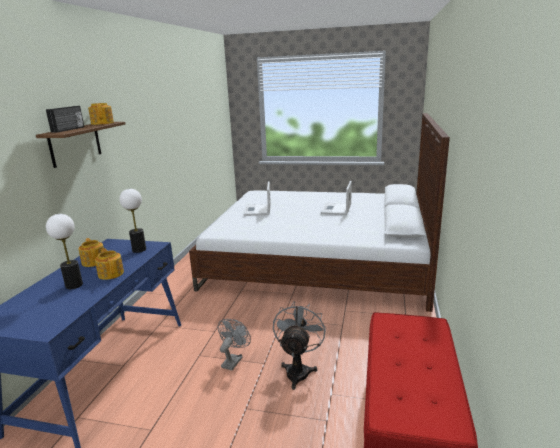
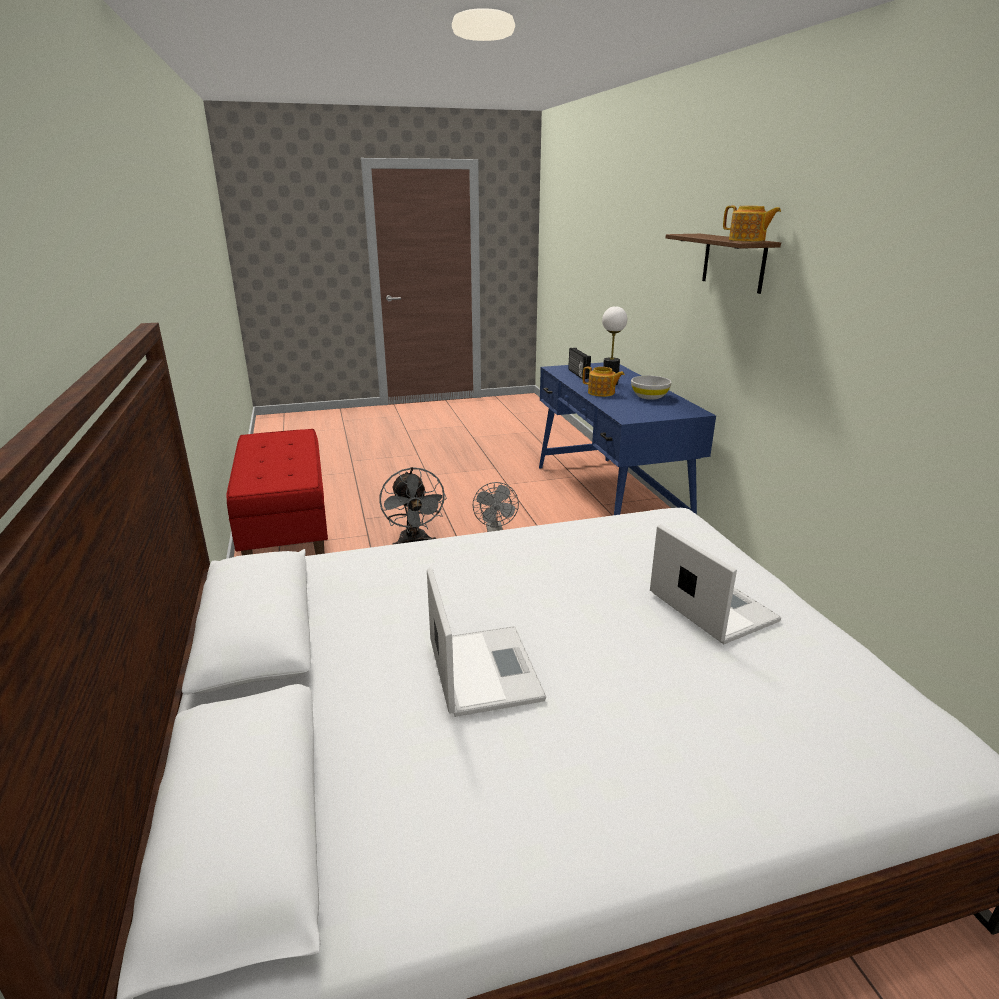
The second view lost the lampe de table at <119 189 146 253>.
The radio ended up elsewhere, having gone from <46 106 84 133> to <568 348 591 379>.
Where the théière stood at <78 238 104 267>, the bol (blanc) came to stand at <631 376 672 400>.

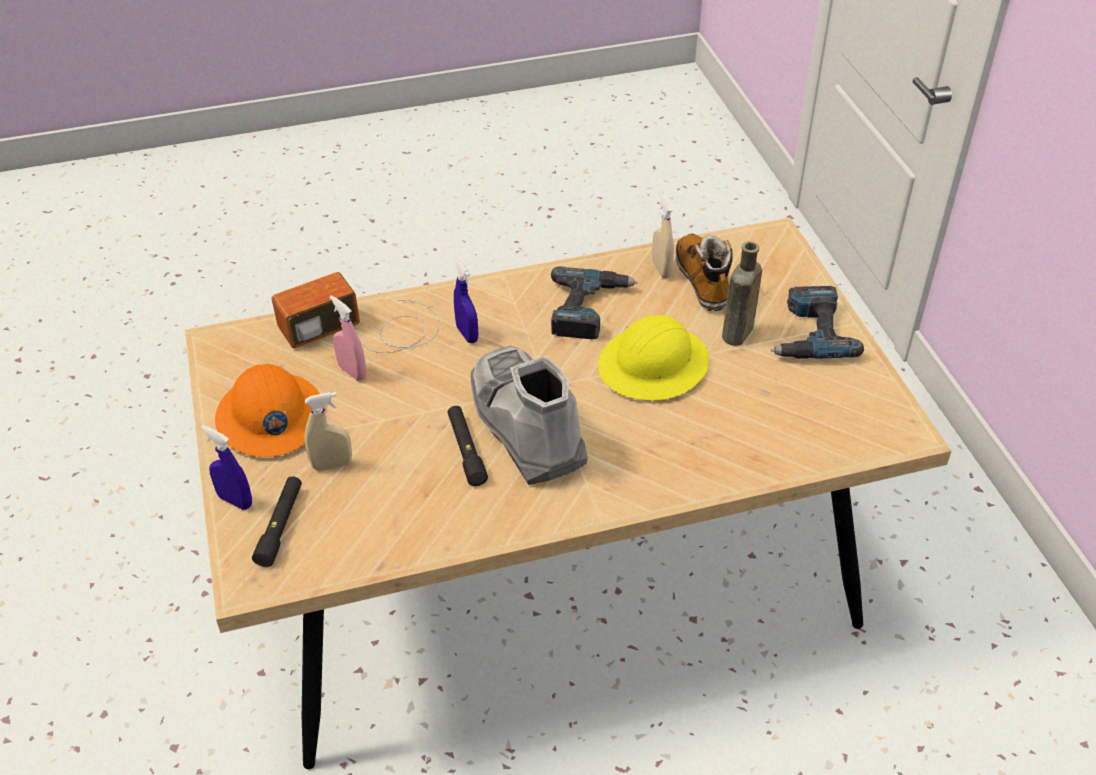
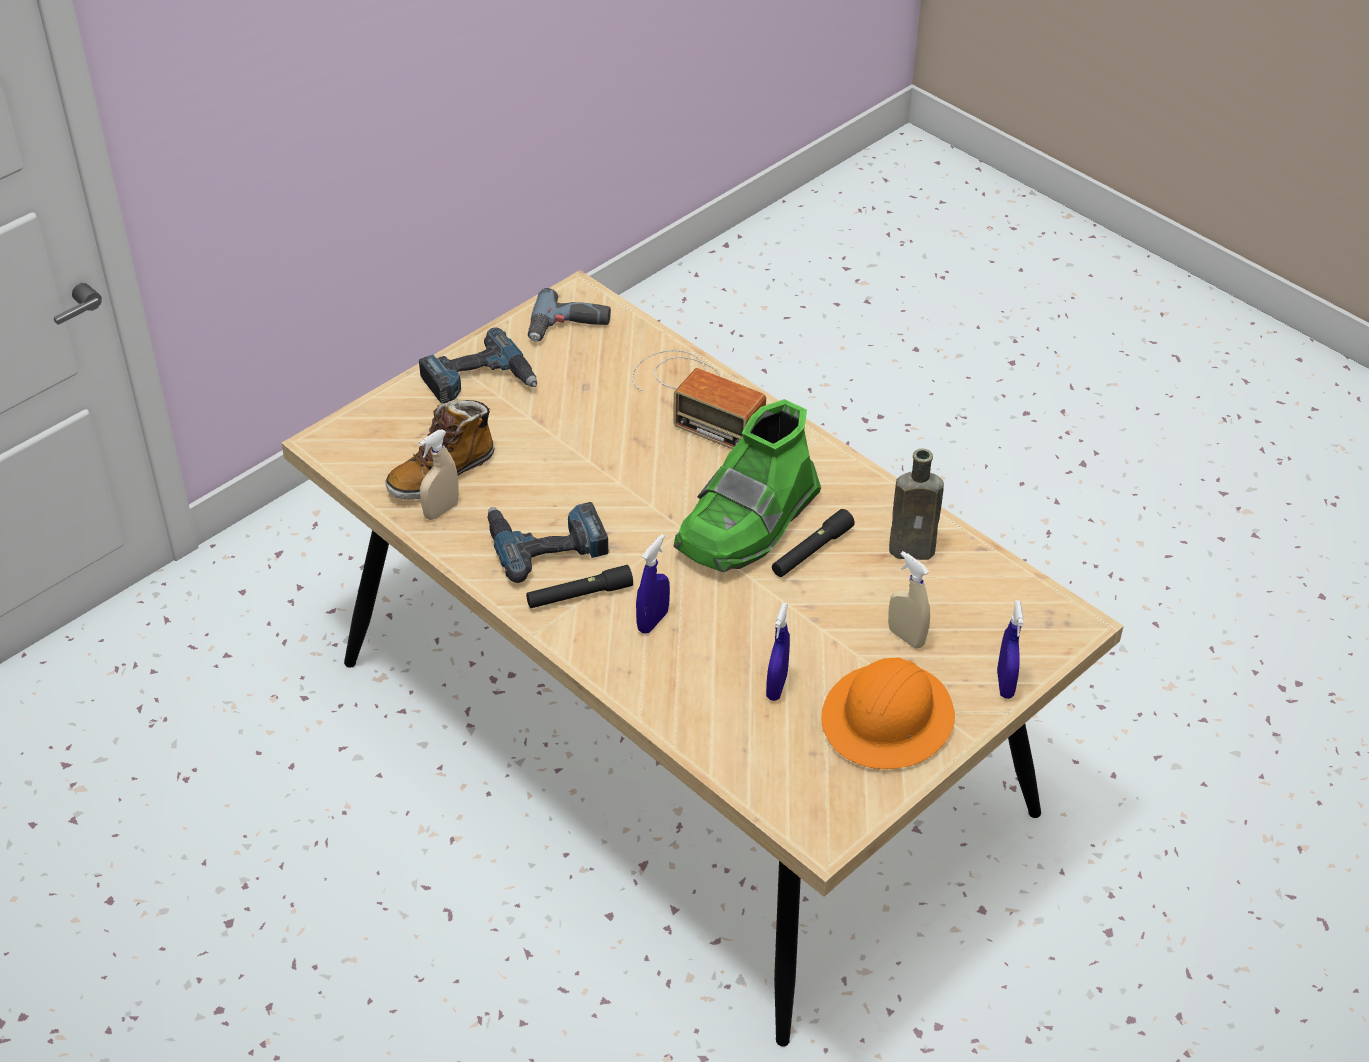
The second view lost the casque de chantier (jaune) at <598 315 709 401>.
The second view gained the perceuse at <528 288 611 342>.
The lampe de poche (noir) ended up elsewhere, having gone from <252 476 302 567> to <526 565 633 608>.
The radio ended up elsewhere, having gone from <272 272 439 353> to <632 350 766 449>.
The bouteille (marron) ended up elsewhere, having gone from <722 241 762 346> to <889 449 944 560>.
What was the vaporisateur (rose) at <330 295 366 381> turned into the vaporisateur (bleu) at <766 603 790 701>.
What was the botte (gris) at <471 346 588 485> turned into the botte (vert) at <674 399 821 572>.

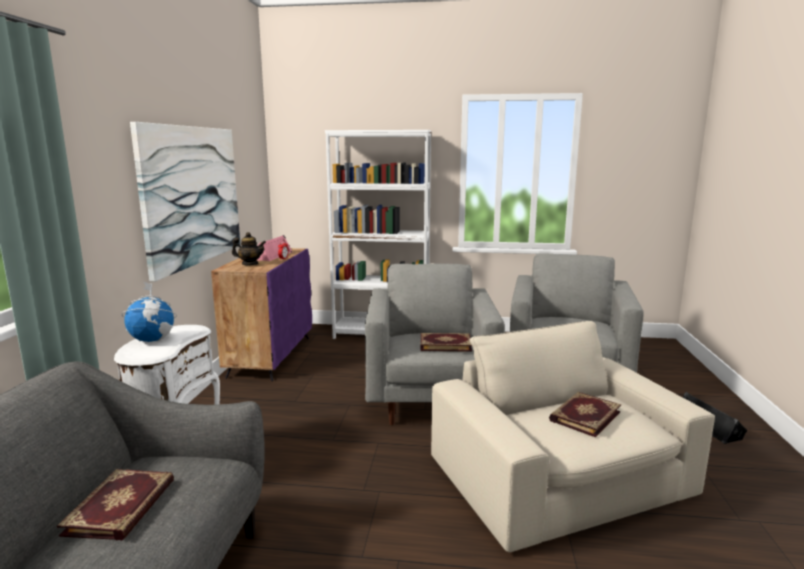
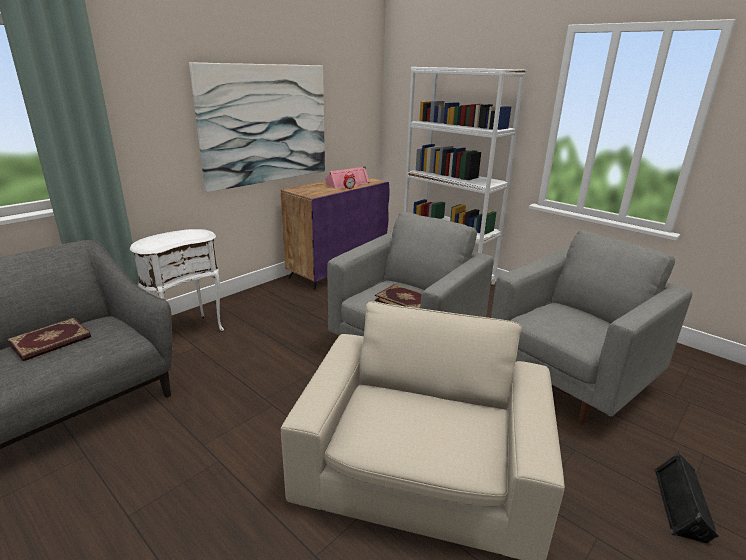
The second view lost the globe at <121 282 177 342>.
The second view lost the théière at <232 232 266 265>.
The second view lost the livre at <549 392 621 437>.

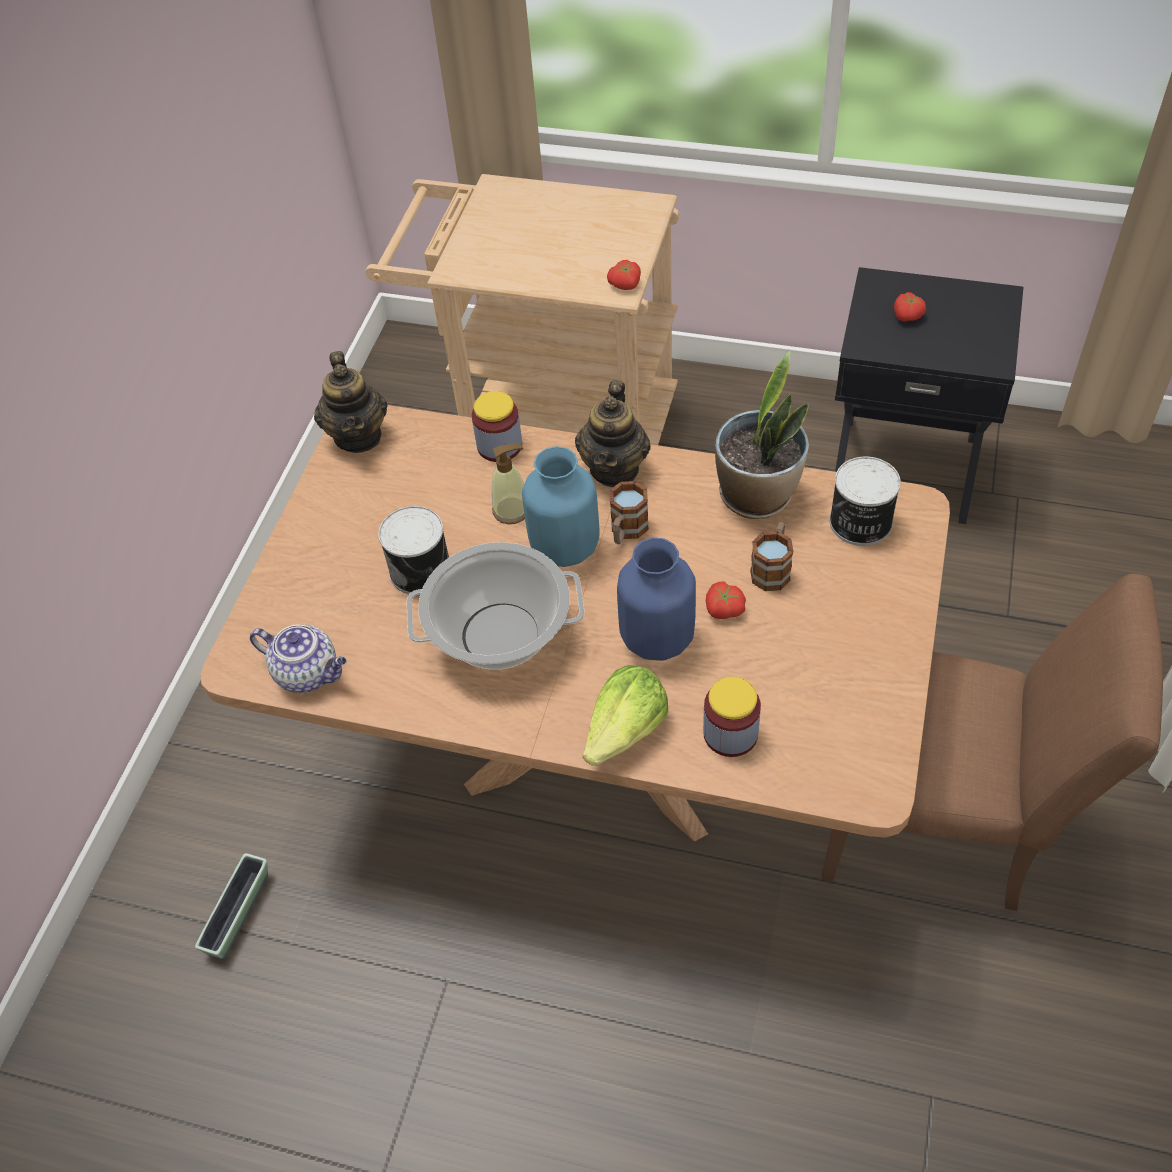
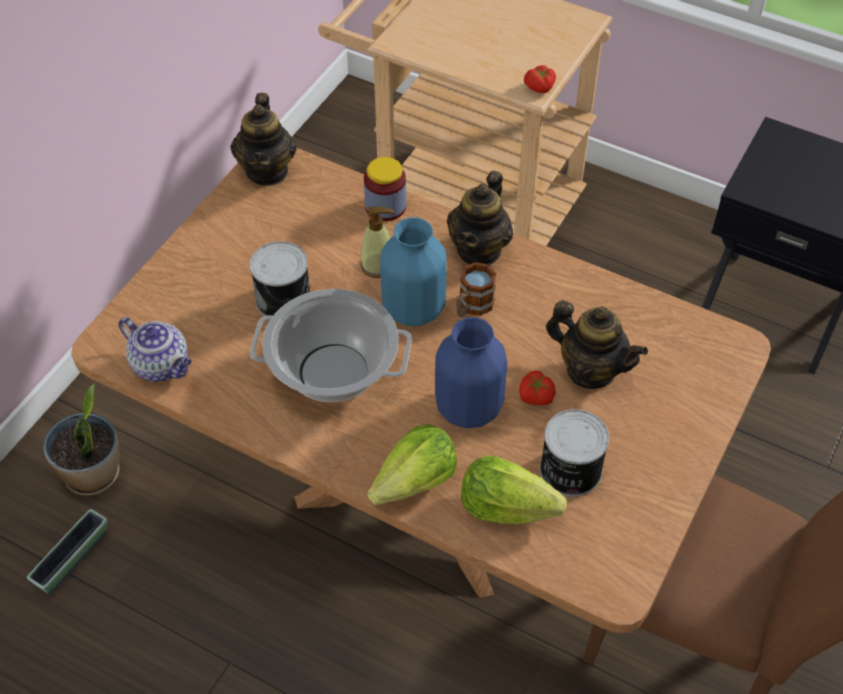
The second view lost the tomate at <894 292 926 322>.
The plante en pot ended up elsewhere, having gone from <715 351 809 519> to <43 384 120 495>.
The boîte métallique ended up elsewhere, having gone from <829 457 901 546> to <540 409 609 497>.
Where the bocal stood at <703 677 761 757>, the laitue came to stand at <461 455 567 524>.
Where the mug stood at <750 522 794 591>, the théière came to stand at <546 300 648 389>.

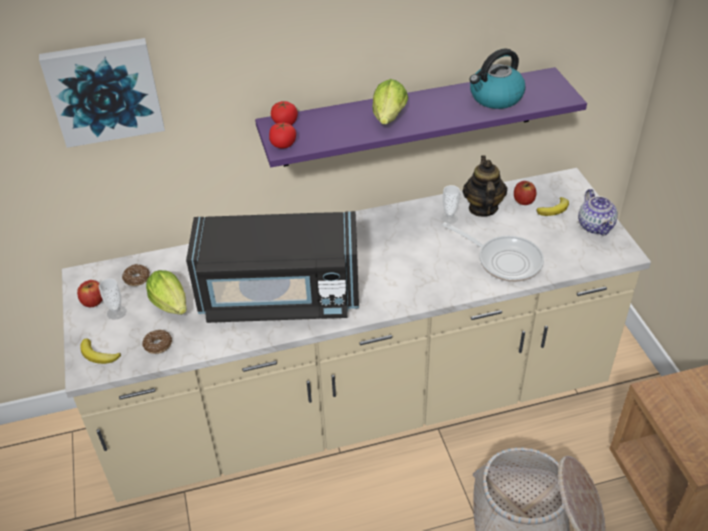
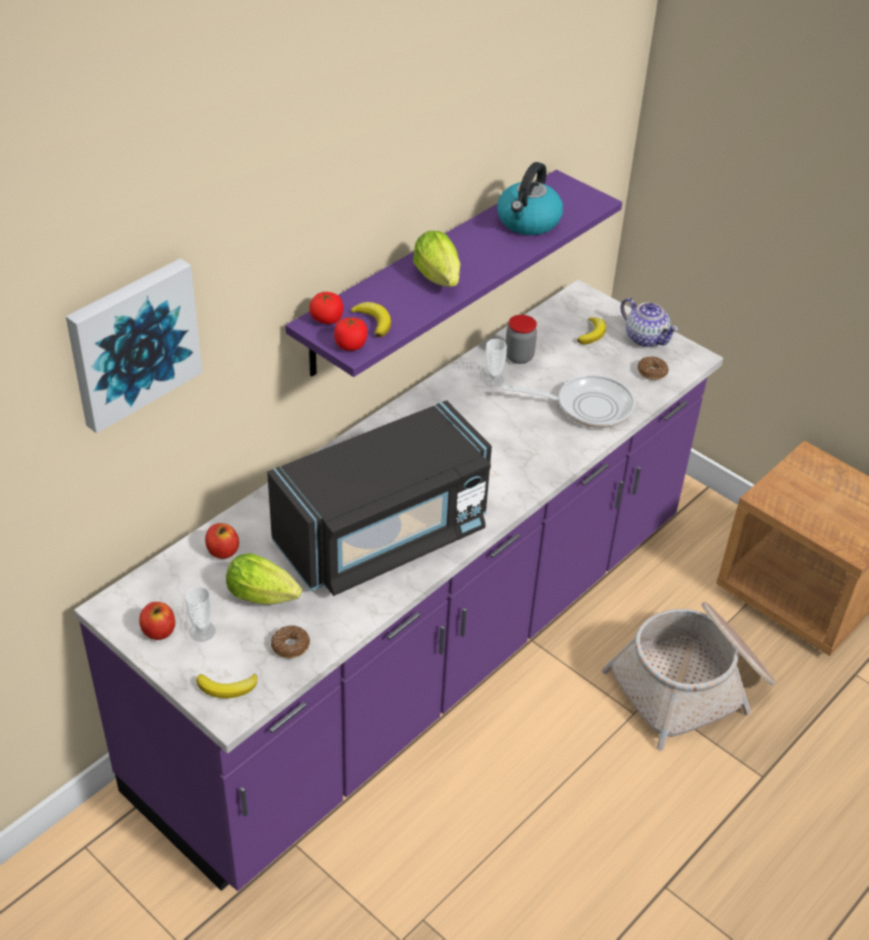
The second view gained the banane at <351 302 391 337>.
The beignet ended up elsewhere, having gone from <122 264 150 286> to <638 356 669 380>.
The pomme ended up elsewhere, having gone from <514 181 537 205> to <205 523 239 559>.
Where the théière stood at <463 156 508 217>, the bocal came to stand at <505 315 537 364>.
What was the comptoir de cuisine (beige) at <62 168 651 502> turned into the comptoir de cuisine (violet) at <74 280 723 891>.

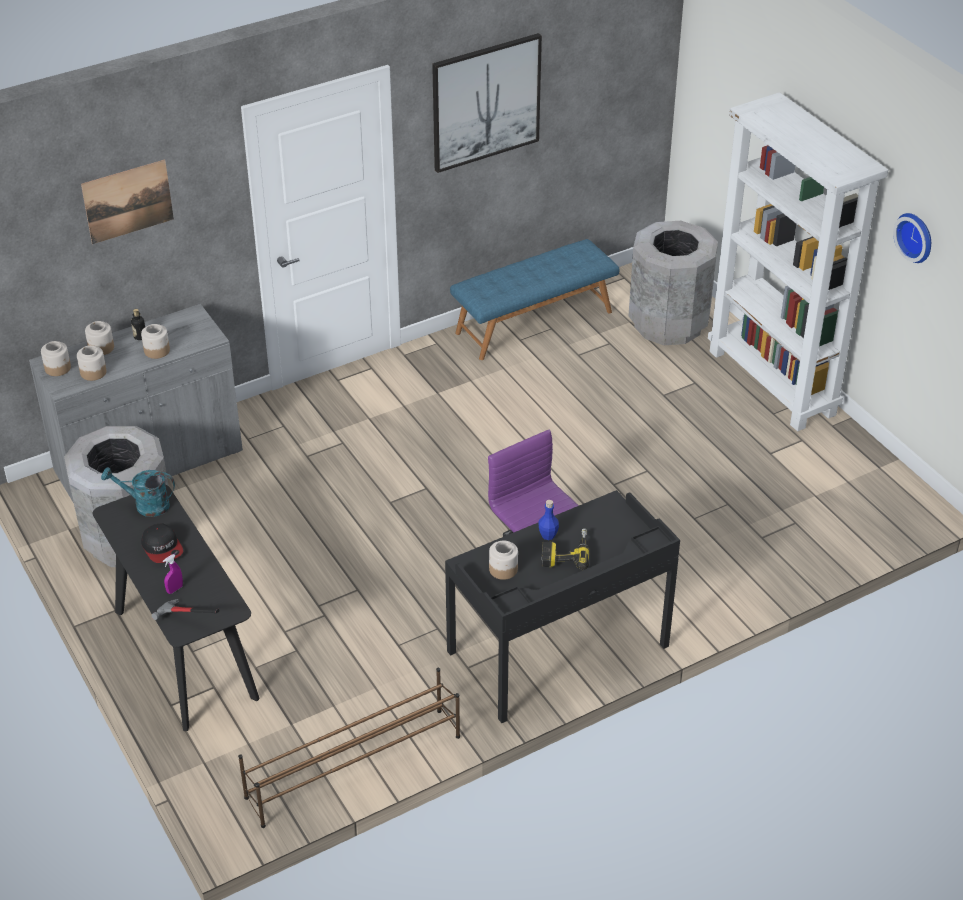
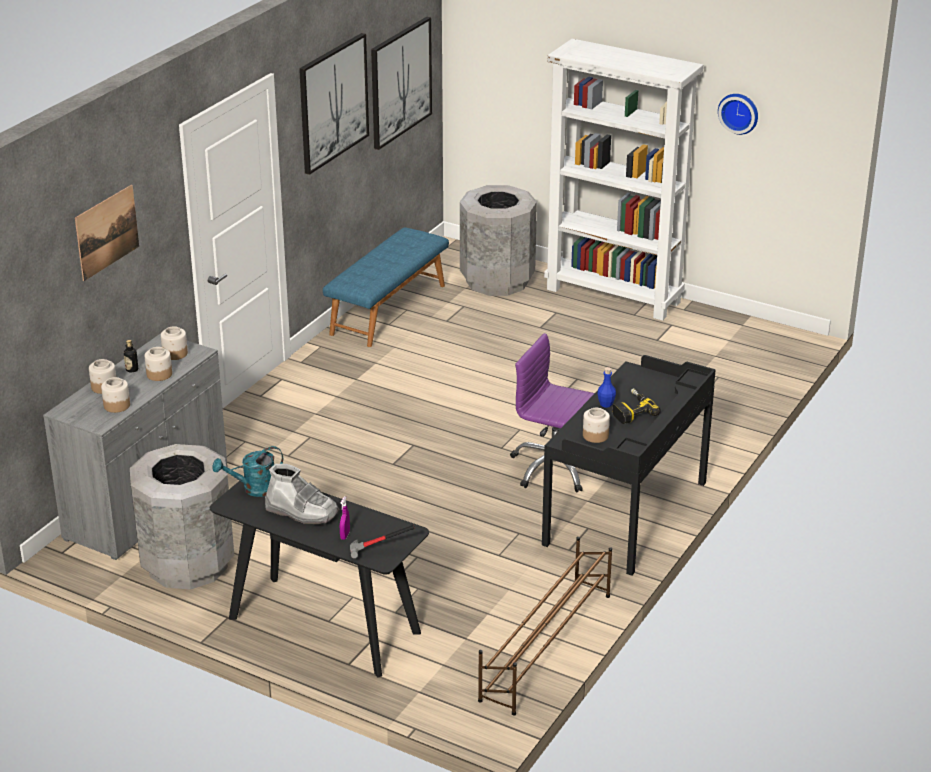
The second view gained the tableau at <371 17 432 150>.
The bocal ended up elsewhere, having gone from <41 341 71 376> to <161 326 188 360>.
Where the casquette stood at <141 523 183 563>, the botte (gris) came to stand at <265 464 339 524>.

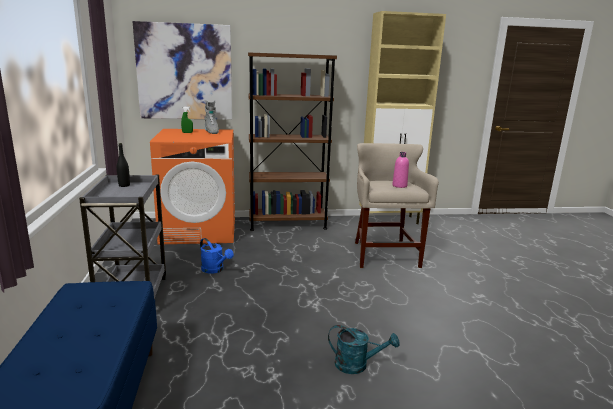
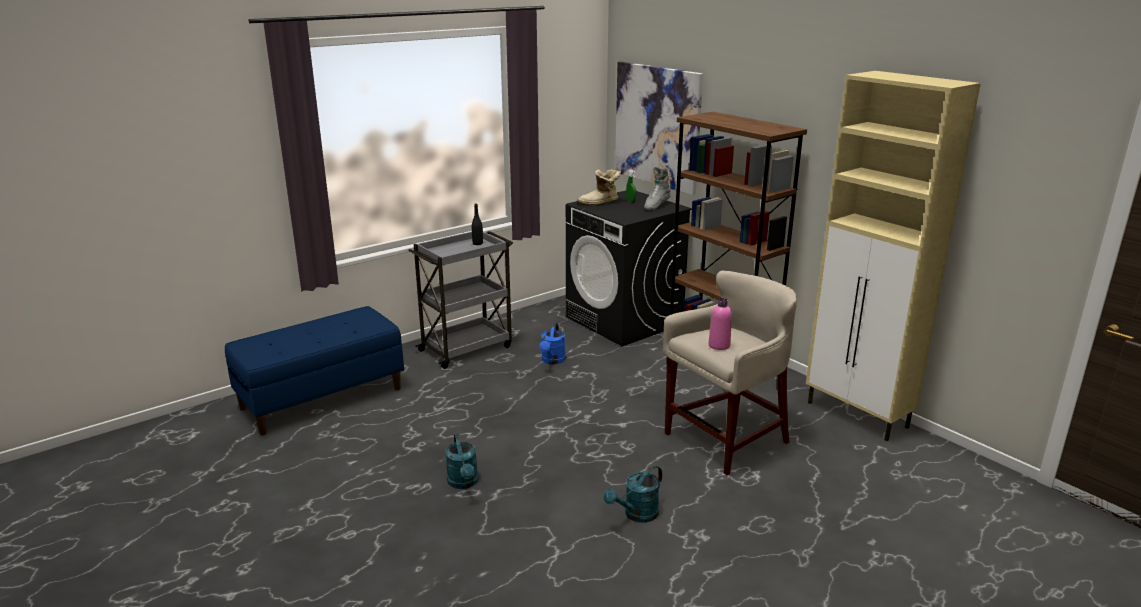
The second view gained the botte at <577 169 621 205>.
The second view gained the arrosoir (turquoise) at <604 465 662 523>.
What was the lave-linge (orange) at <150 129 235 245> turned into the lave-linge (noir) at <566 191 692 347>.

